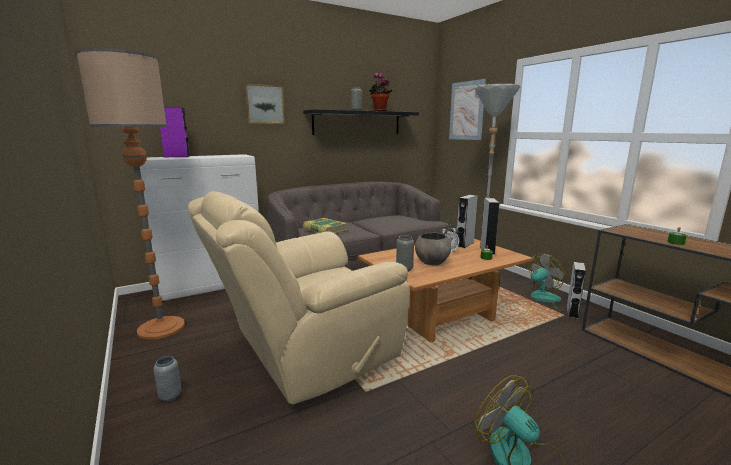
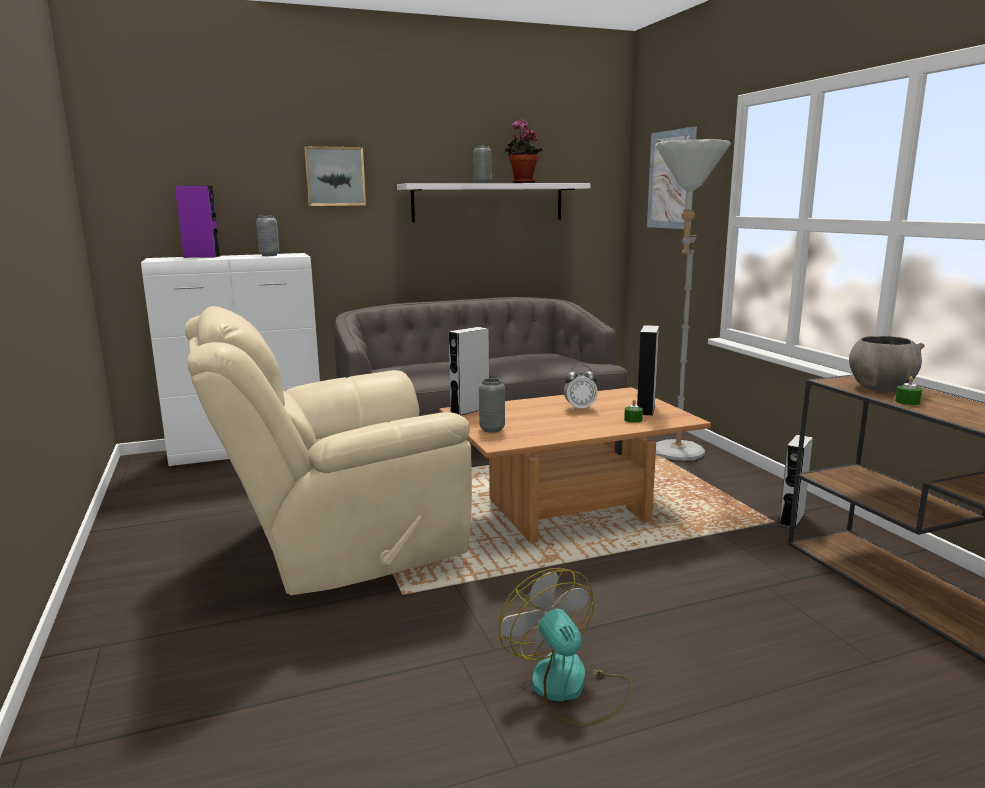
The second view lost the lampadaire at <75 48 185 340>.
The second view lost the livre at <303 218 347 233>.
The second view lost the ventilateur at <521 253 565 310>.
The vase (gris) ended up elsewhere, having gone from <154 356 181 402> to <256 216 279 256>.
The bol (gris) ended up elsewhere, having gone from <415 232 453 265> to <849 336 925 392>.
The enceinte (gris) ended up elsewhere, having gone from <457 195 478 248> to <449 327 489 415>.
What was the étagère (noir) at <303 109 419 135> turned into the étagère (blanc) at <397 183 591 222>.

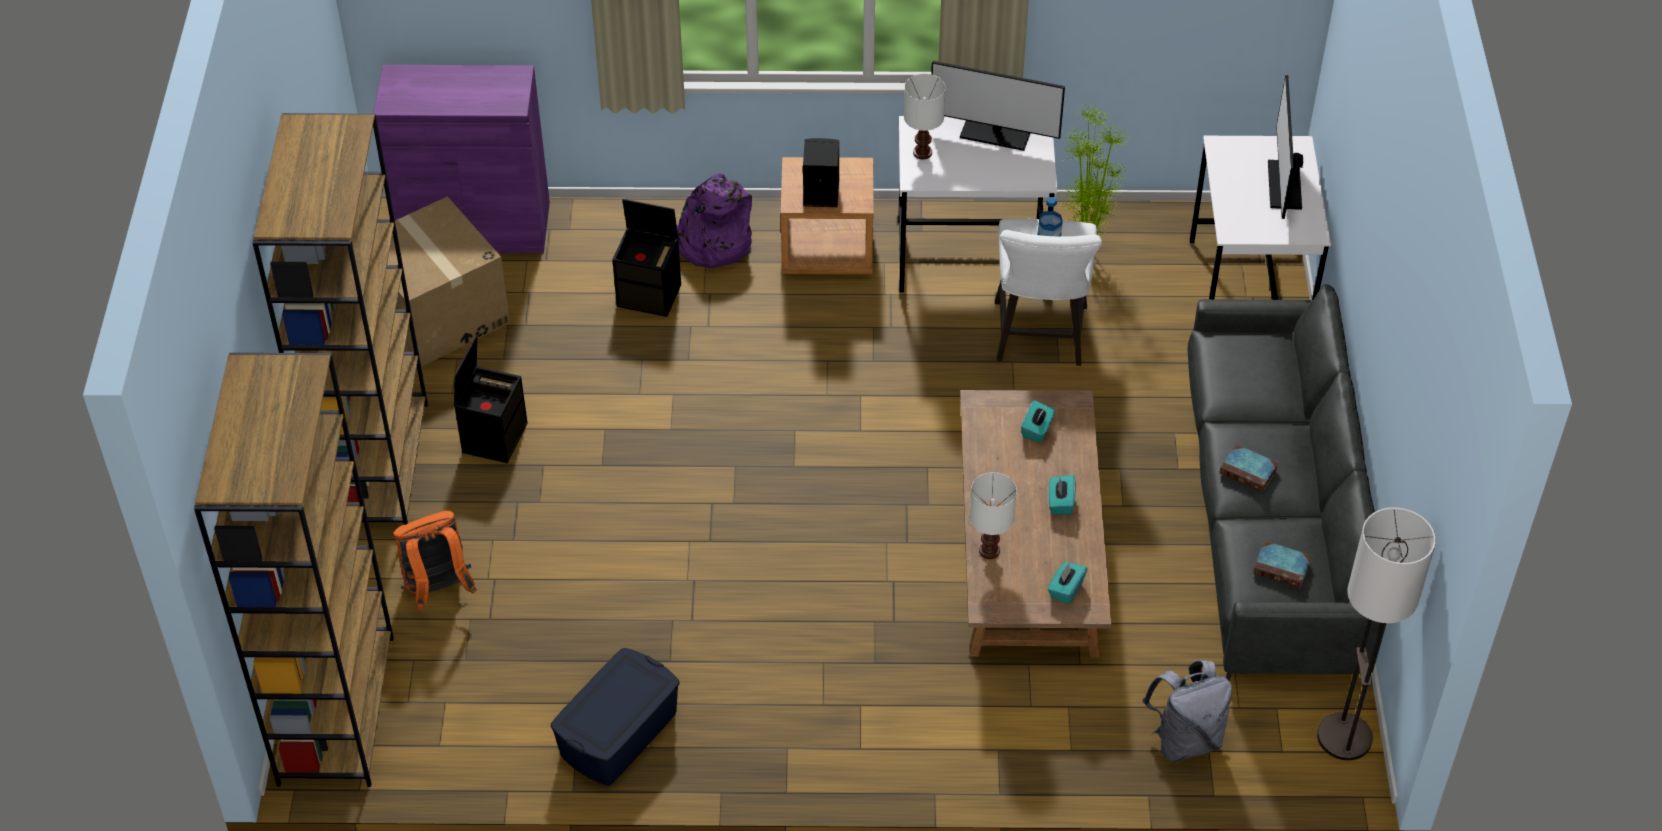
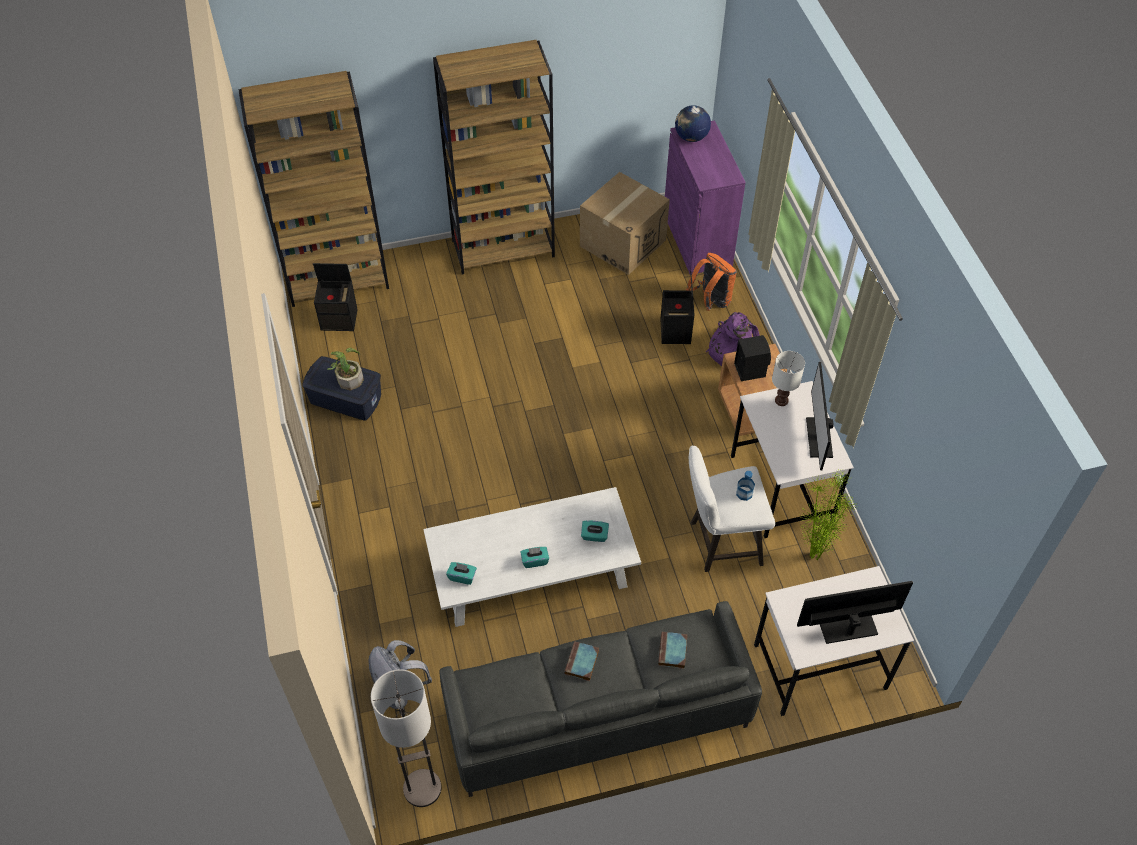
The second view lost the lampe de table (blanc) at <970 472 1017 559>.
The second view gained the plante en pot at <327 348 364 390>.
The second view gained the globe at <675 105 711 142>.
The sac à dos (orange) ended up elsewhere, having gone from <393 511 477 611> to <686 253 737 311>.
The boîte de rangement (noir) ended up elsewhere, having gone from <454 335 527 463> to <313 263 358 331>.
The livre ended up elsewhere, having gone from <1253 541 1312 588> to <658 632 687 669>.
What was the table basse (marron) at <960 390 1111 657> turned into the table basse (blanc) at <423 487 641 627>.

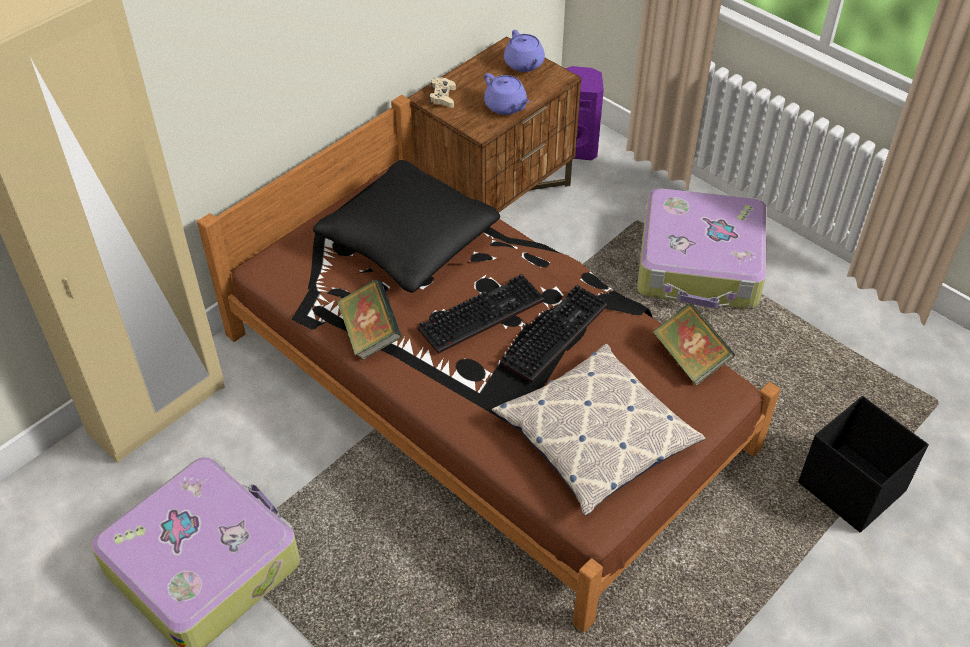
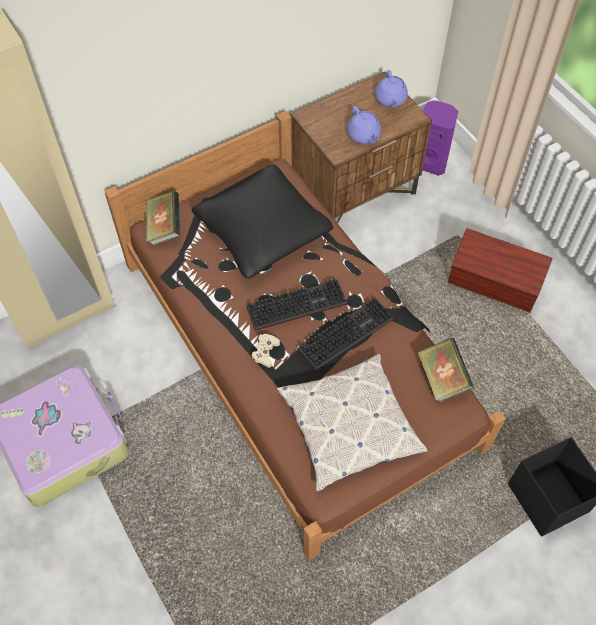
The livre ended up elsewhere, having gone from <337 279 402 360> to <146 191 180 245>.
The manette (beige) ended up elsewhere, having gone from <430 78 456 108> to <251 334 280 367>.
Where the valise stood at <637 189 767 309>, the boîte de rangement (marron) came to stand at <448 228 552 313>.

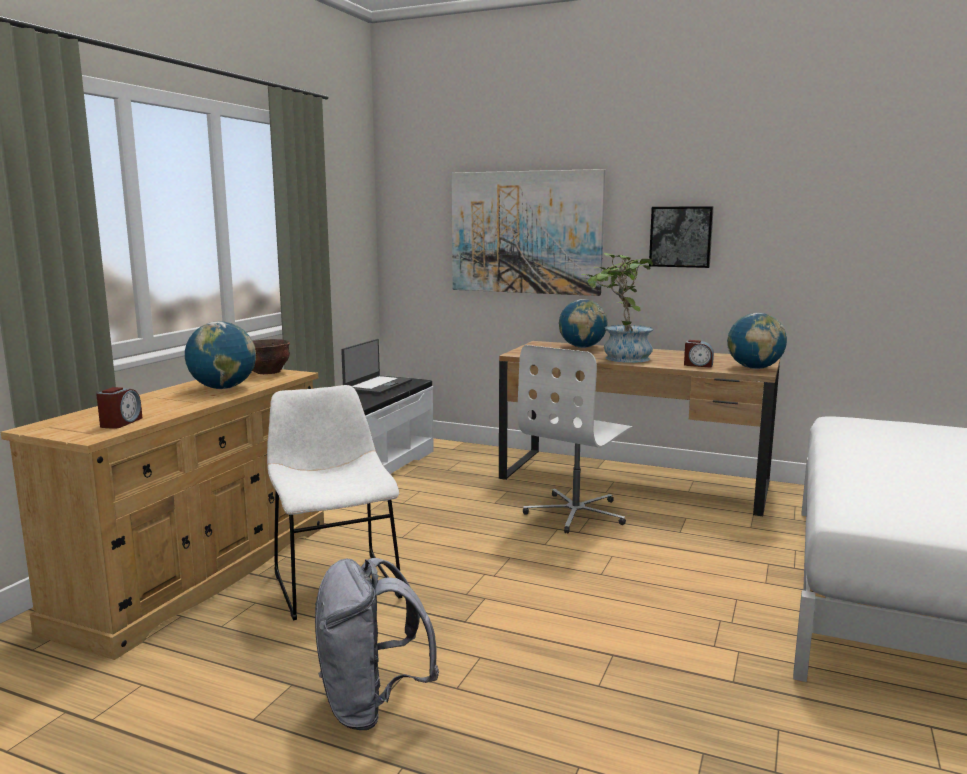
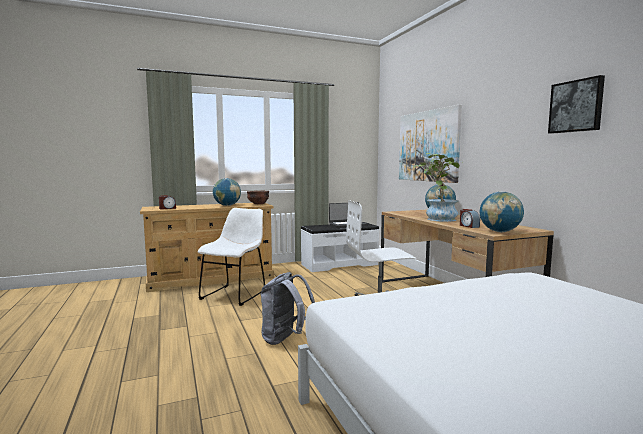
The sac à dos (gris) ended up elsewhere, having gone from <315 558 439 730> to <261 272 315 345>.
The tableau ended up elsewhere, having gone from <649 206 714 268> to <548 75 605 134>.

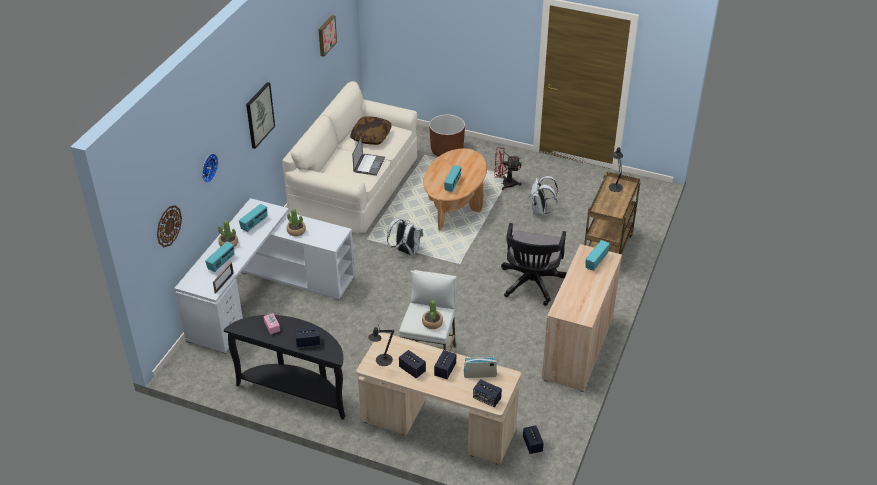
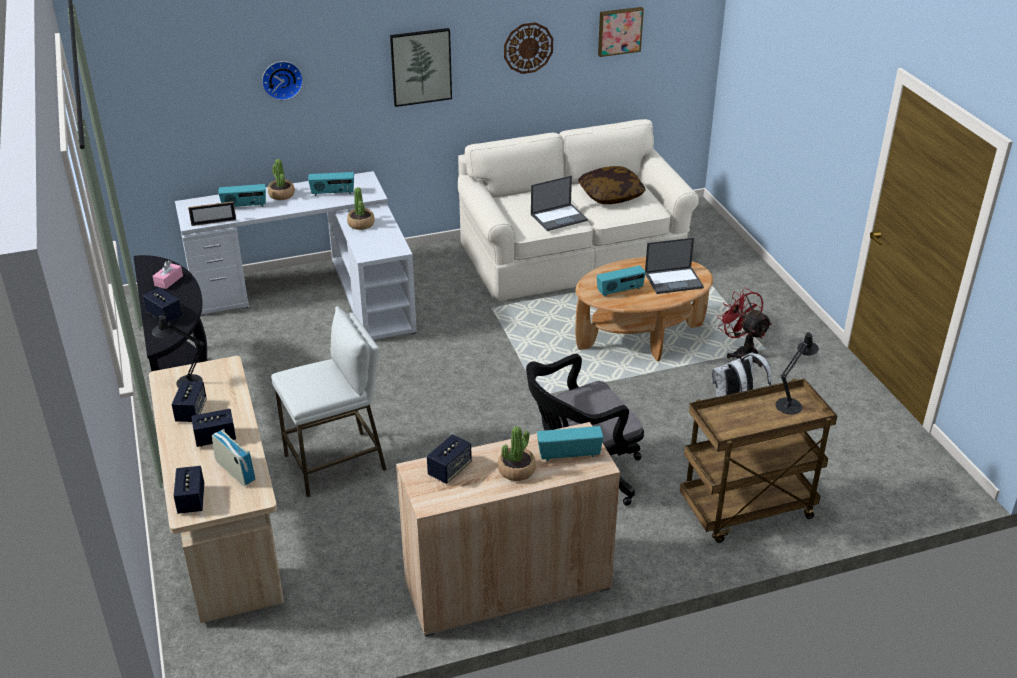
The second view lost the sac à dos (blanc) at <387 217 423 255>.
The second view lost the cache-pot (marron) at <429 114 465 157>.
The second view gained the ordinateur portable at <645 238 704 294>.
The horloge murale ended up elsewhere, having gone from <157 205 182 247> to <504 22 553 74>.
The plante en pot ended up elsewhere, having gone from <422 300 443 329> to <498 426 536 481>.
The enceinte ended up elsewhere, having gone from <523 425 544 454> to <427 434 472 484>.

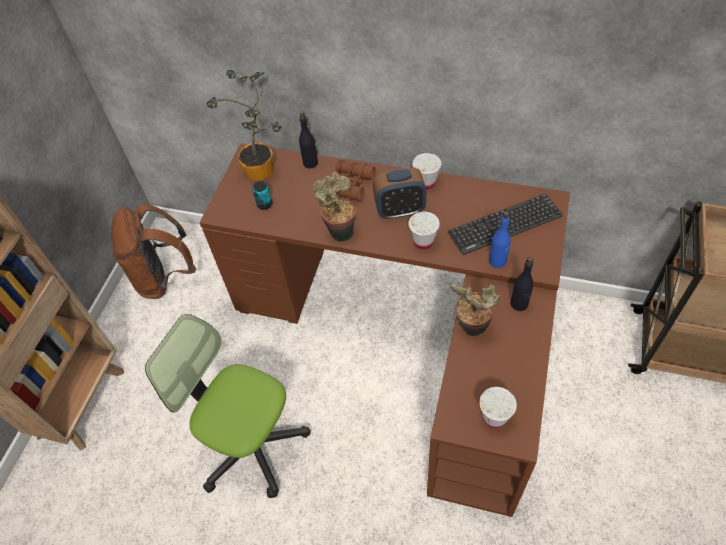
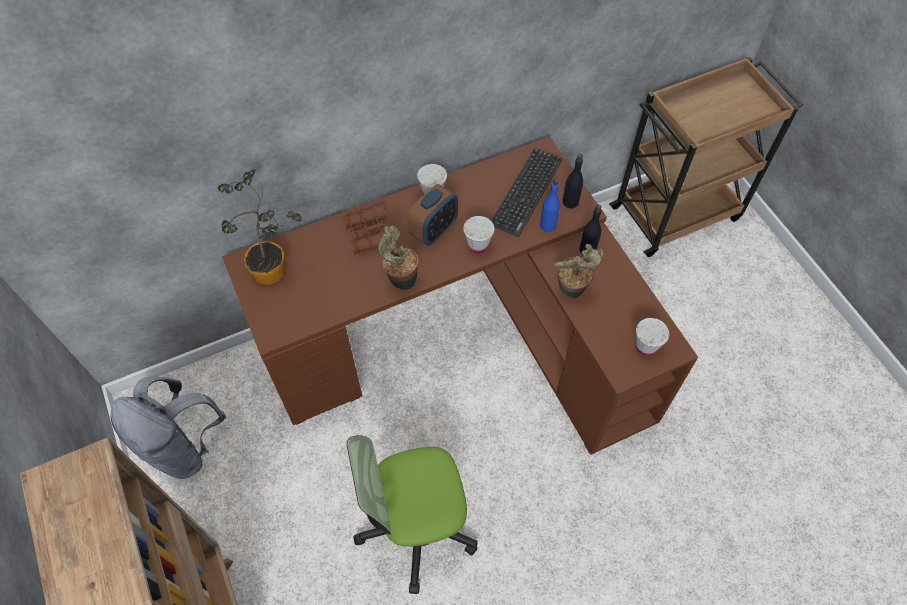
The second view lost the boîte métallique at <253 181 273 210>.
The bouteille (noir) ended up elsewhere, having gone from <299 111 318 168> to <563 154 583 208>.
What was the sac à dos (marron) at <111 204 196 299> turned into the sac à dos (gris) at <111 376 226 479>.

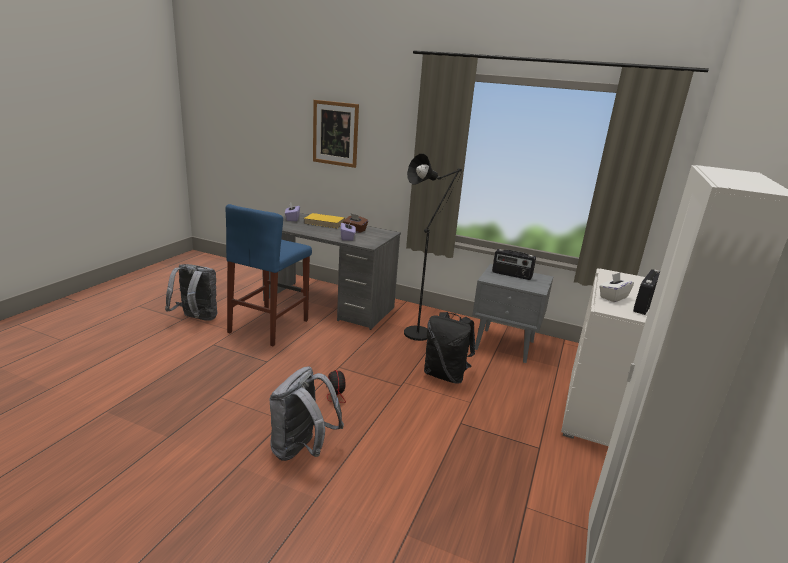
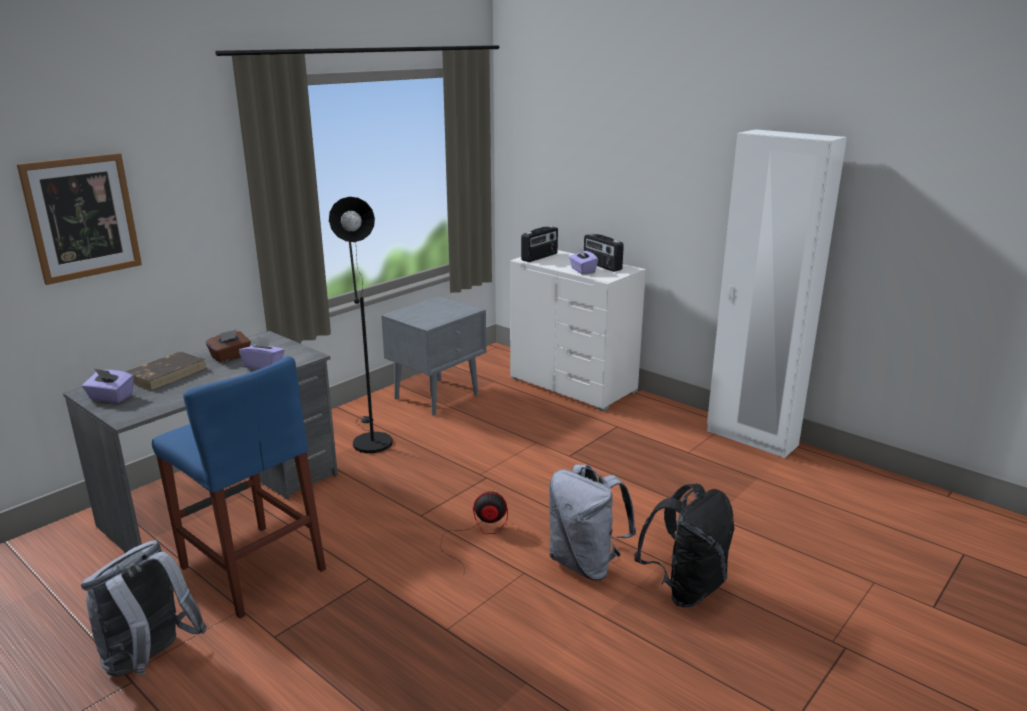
The sac à dos (noir) ended up elsewhere, having gone from <424 312 475 384> to <634 484 735 607>.
The radio ended up elsewhere, having gone from <492 249 536 280> to <521 226 558 262>.
What was the livre (jaune) at <304 213 345 228> turned into the livre (marron) at <124 351 207 391>.
What was the boîte à mouchoirs (blanc) at <599 273 634 302> turned into the boîte à mouchoirs (violet) at <569 248 598 274>.

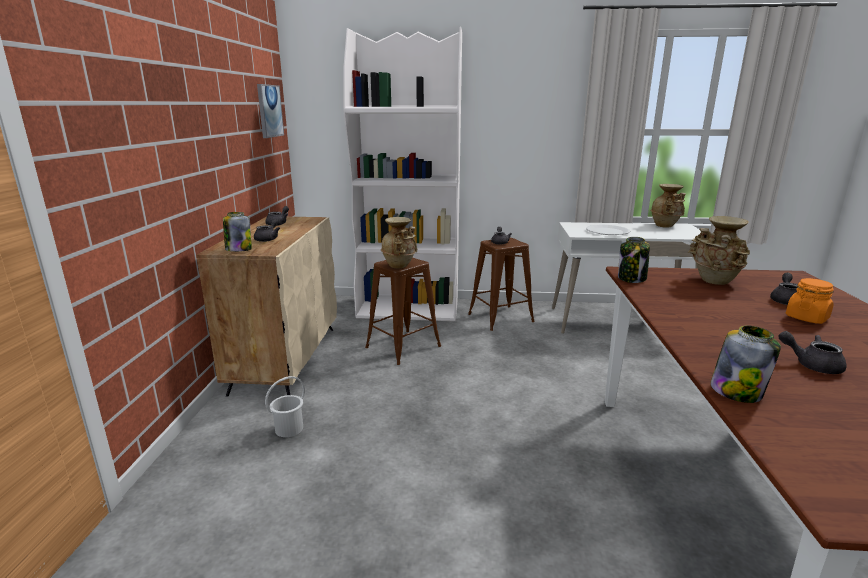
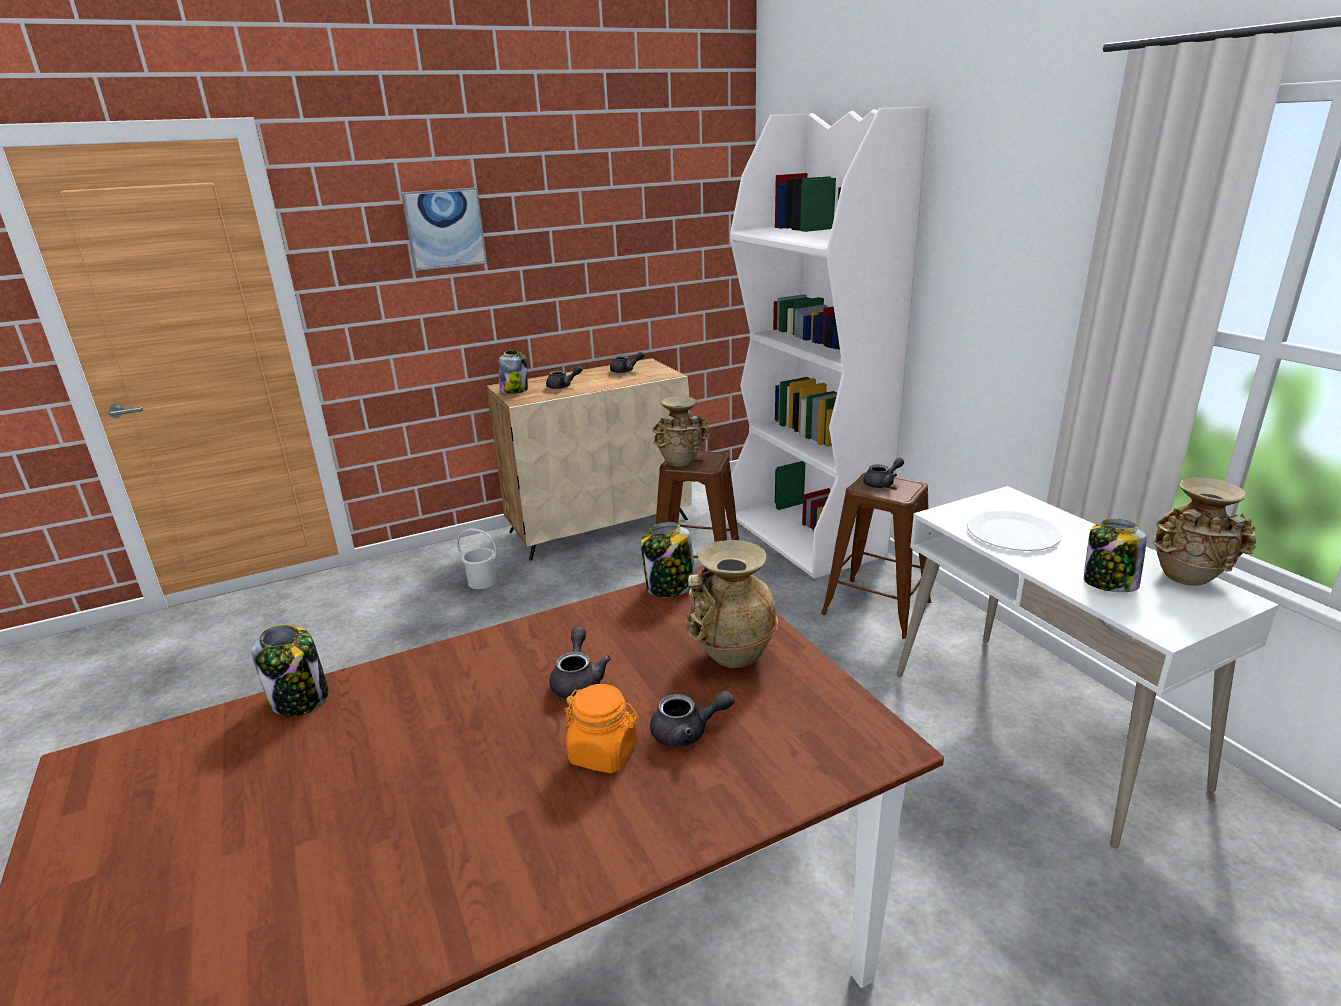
The second view gained the bocal at <1084 519 1147 592>.
The tableau ended up elsewhere, having gone from <257 84 284 138> to <401 188 487 271>.
The théière (gris) ended up elsewhere, having gone from <778 331 847 374> to <549 627 611 699>.

